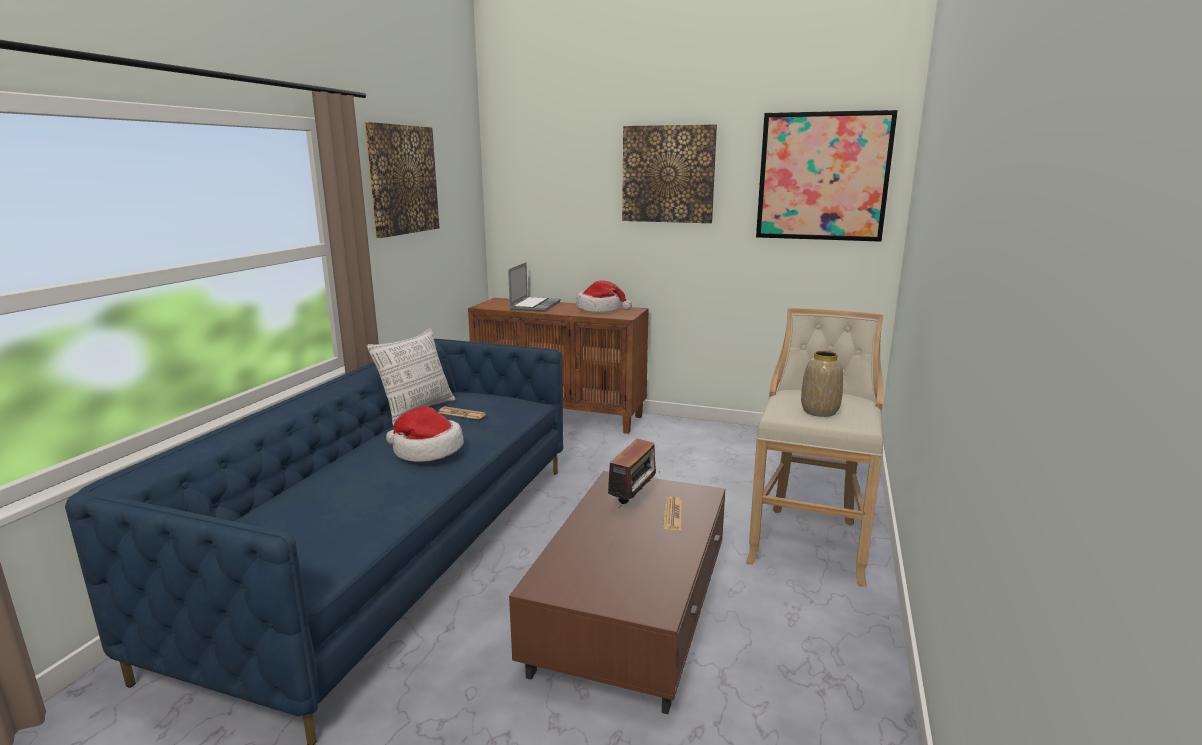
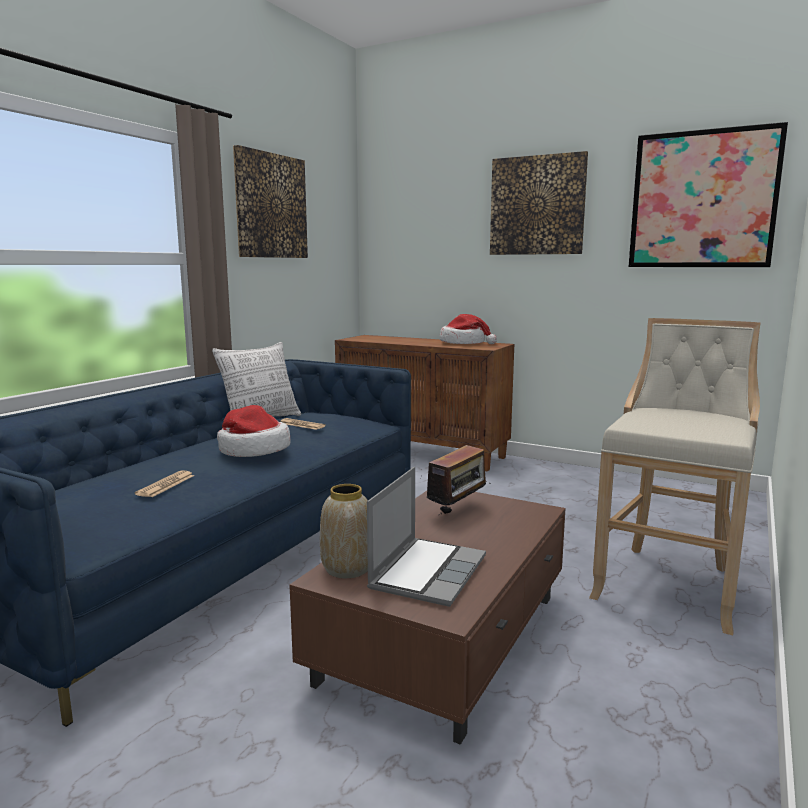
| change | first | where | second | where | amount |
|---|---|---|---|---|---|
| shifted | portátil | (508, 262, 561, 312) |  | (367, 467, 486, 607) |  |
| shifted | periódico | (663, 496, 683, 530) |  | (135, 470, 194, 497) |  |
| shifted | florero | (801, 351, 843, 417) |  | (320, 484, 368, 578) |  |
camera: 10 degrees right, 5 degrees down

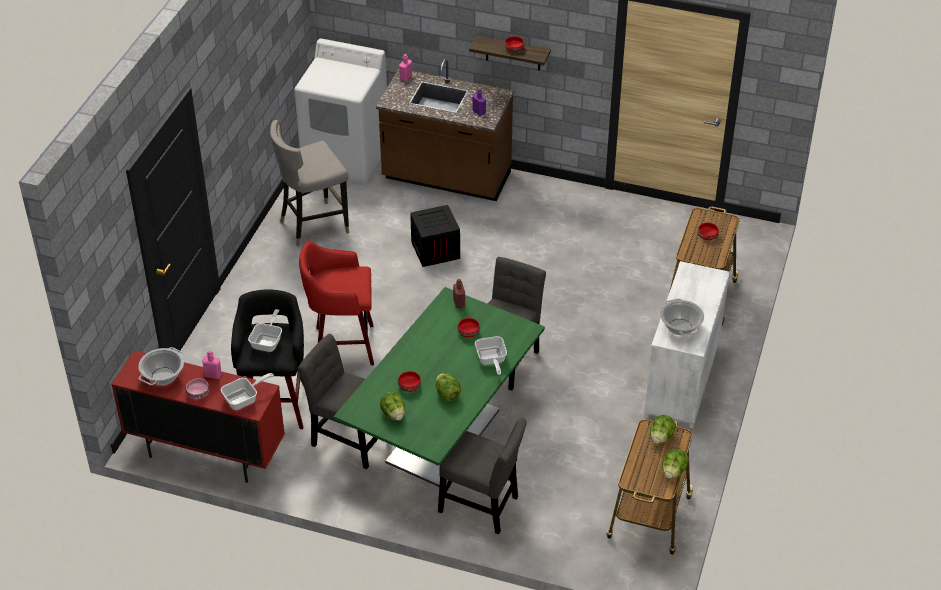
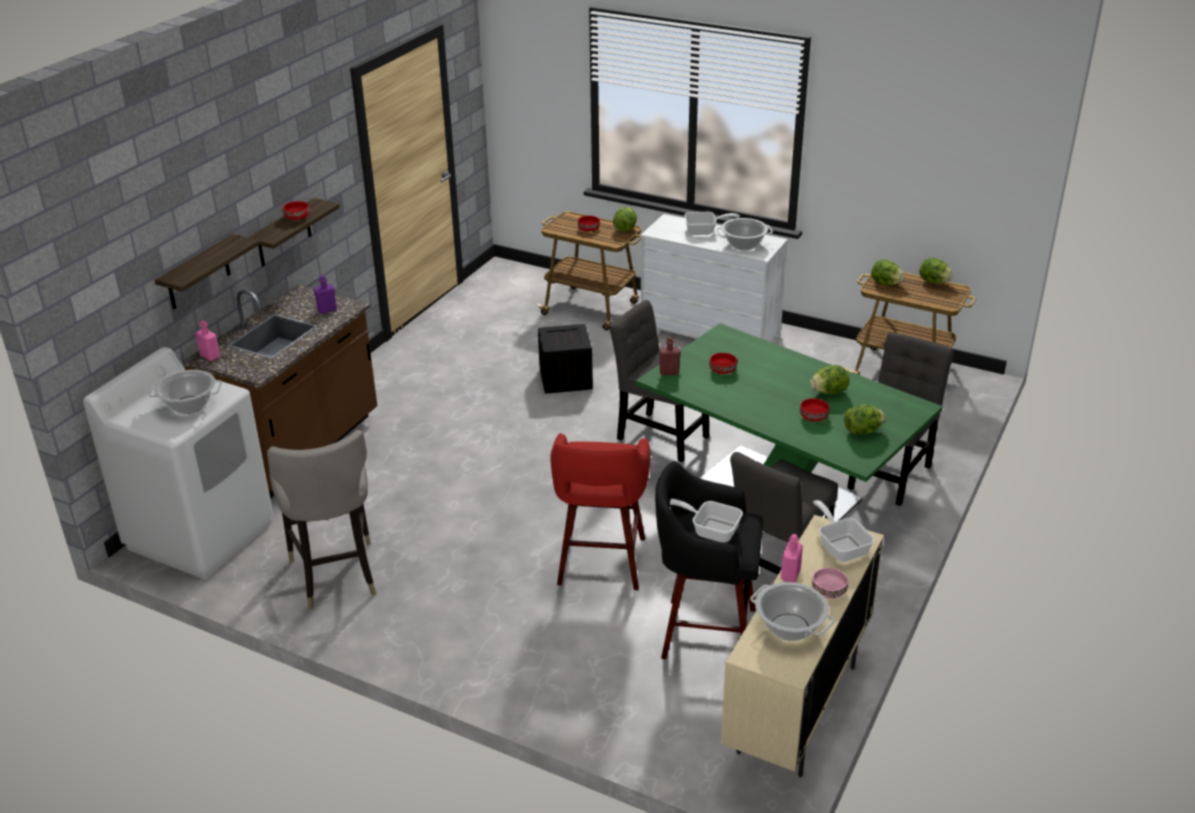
| change | first | where | second | where | amount |
|---|---|---|---|---|---|
| repainted | armario [rojo] | (111, 350, 285, 483) | armario [beis] | (721, 515, 884, 778) |  |
| shifted | caja de embalaje | (410, 205, 460, 267) |  | (538, 324, 593, 394) |  |
| shifted | sartén | (475, 336, 507, 375) |  | (685, 212, 740, 235) |  |
| new |  |  | olla | (148, 370, 222, 414) |  |
| new |  |  | estante | (154, 234, 260, 309) |  |
| new |  |  | lechuga | (613, 207, 637, 232) |  |
camera: 80 degrees left, 10 degrees down

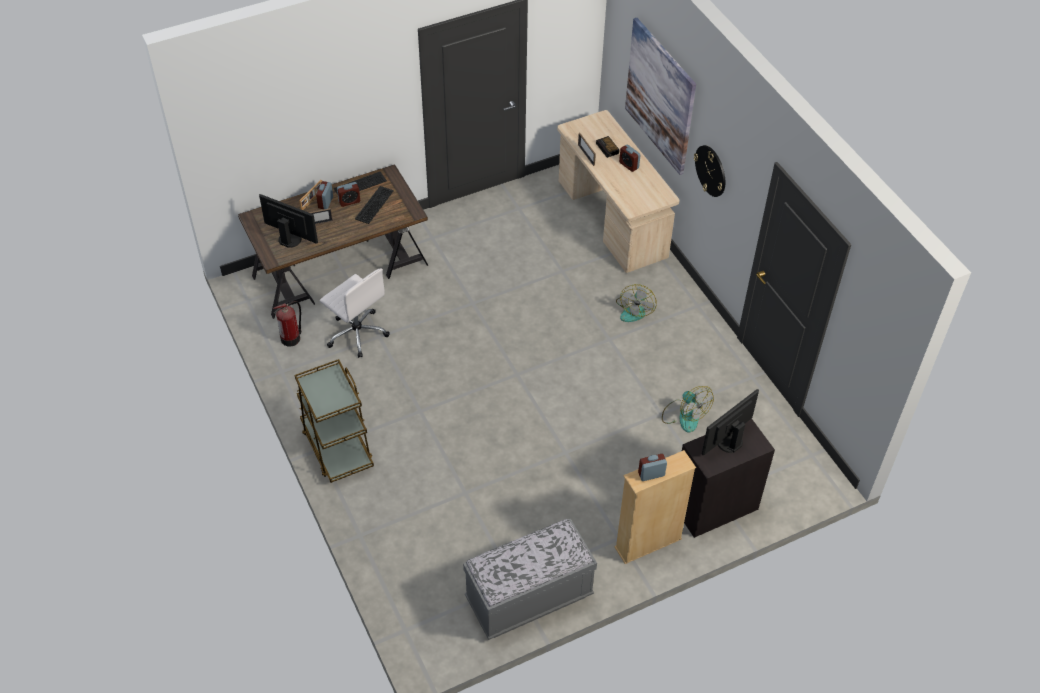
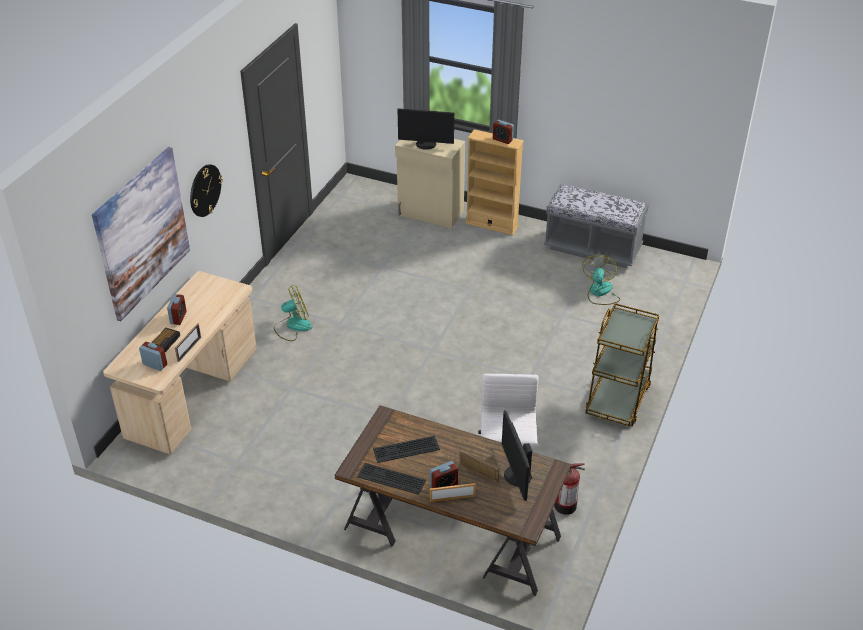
| change | first | where | second | where | amount |
|---|---|---|---|---|---|
| shifted | despertador | (337, 182, 360, 207) |  | (139, 342, 167, 371) |  |
| shifted | ventilador | (662, 386, 714, 433) |  | (582, 254, 620, 305) |  |
| repainted | armario [negro] | (682, 418, 775, 538) | armario [beis] | (395, 139, 465, 228) |  |
camera: 130 degrees left, 10 degrees down

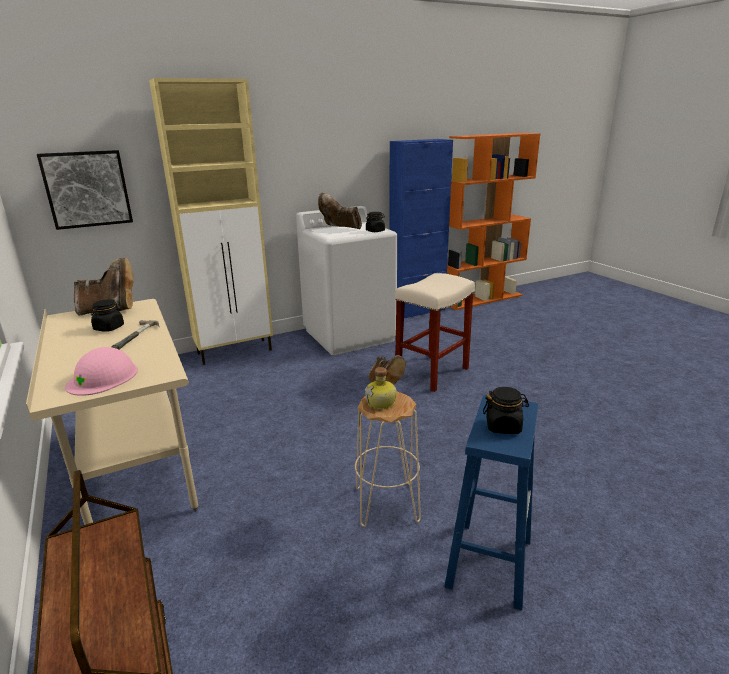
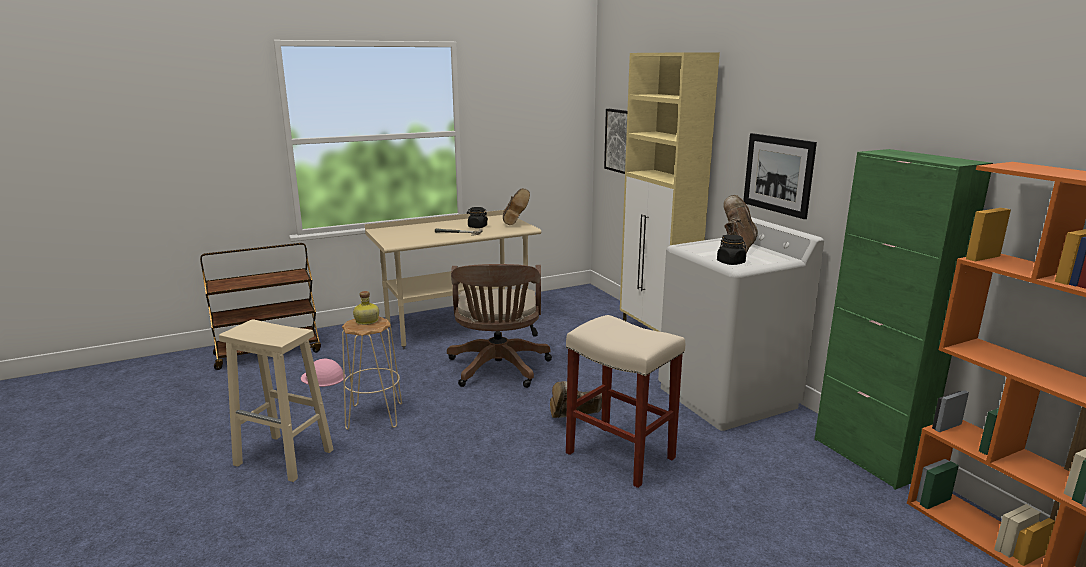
| change | first | where | second | where | amount |
|---|---|---|---|---|---|
| shifted | casco [rosa] | (65, 347, 138, 396) |  | (301, 359, 346, 387) |  |
| repainted | armario [azul] | (390, 139, 453, 318) | armario [verde] | (814, 149, 993, 490) |  |
| repainted | taburete [azul] | (444, 395, 539, 611) | taburete [beis] | (219, 320, 334, 482) |  |
| gone | tarro [negro] | (483, 387, 529, 434) |  |  |  |
| new |  |  | silla de oficina [marrón] | (447, 264, 552, 388) |  |
| new |  |  | cuadro | (743, 133, 817, 219) |  |
camera: 90 degrees right, 5 degrees down

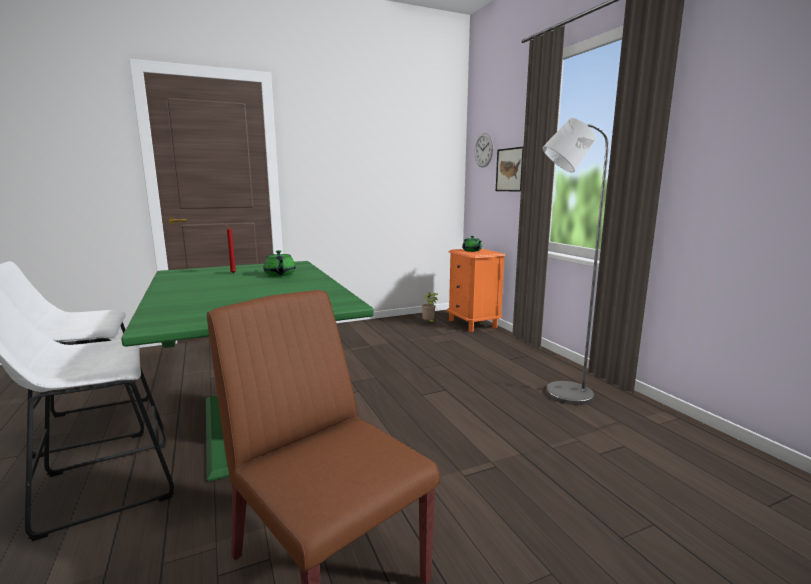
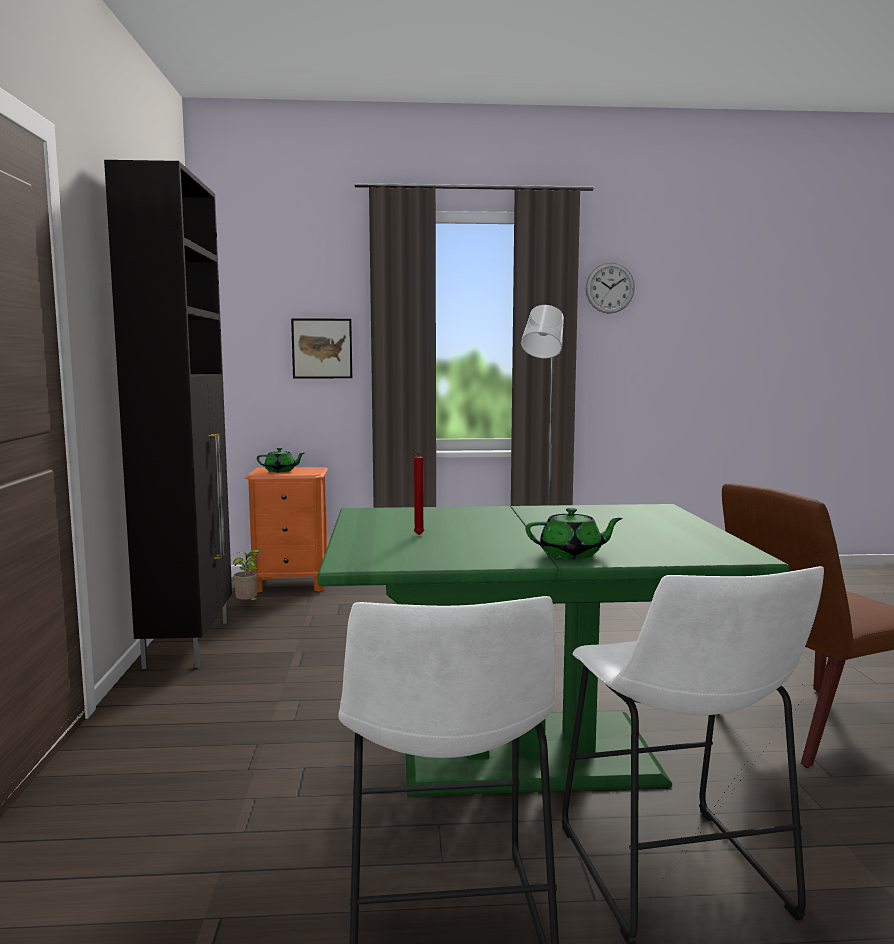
| change | first | where | second | where | amount |
|---|---|---|---|---|---|
| shifted | tetera [verde] | (263, 250, 296, 276) |  | (526, 508, 623, 559) |  |
| shifted | reloj de pared | (475, 133, 494, 167) |  | (586, 263, 635, 314) |  |
| new |  |  | armario [negro] | (104, 160, 232, 669) |  |
camera: 70 degrees left, 5 degrees down

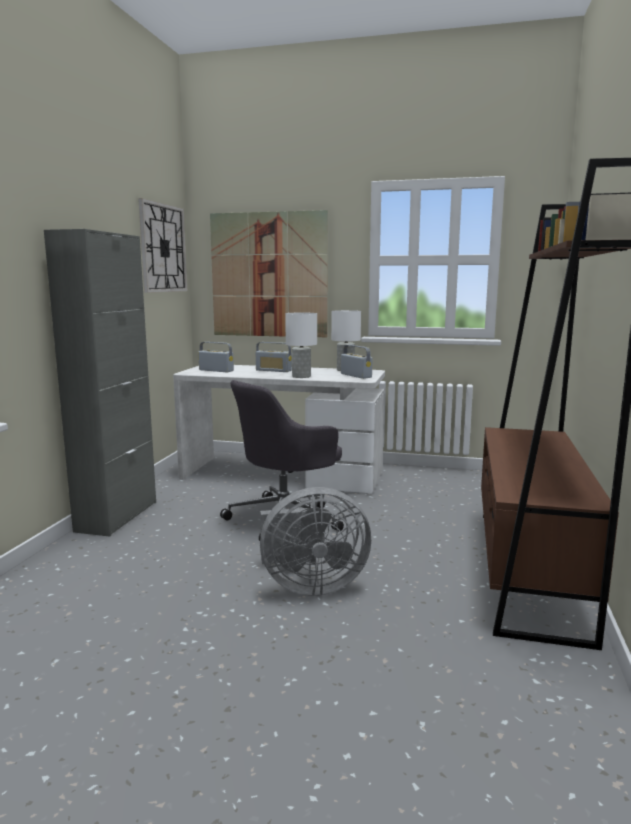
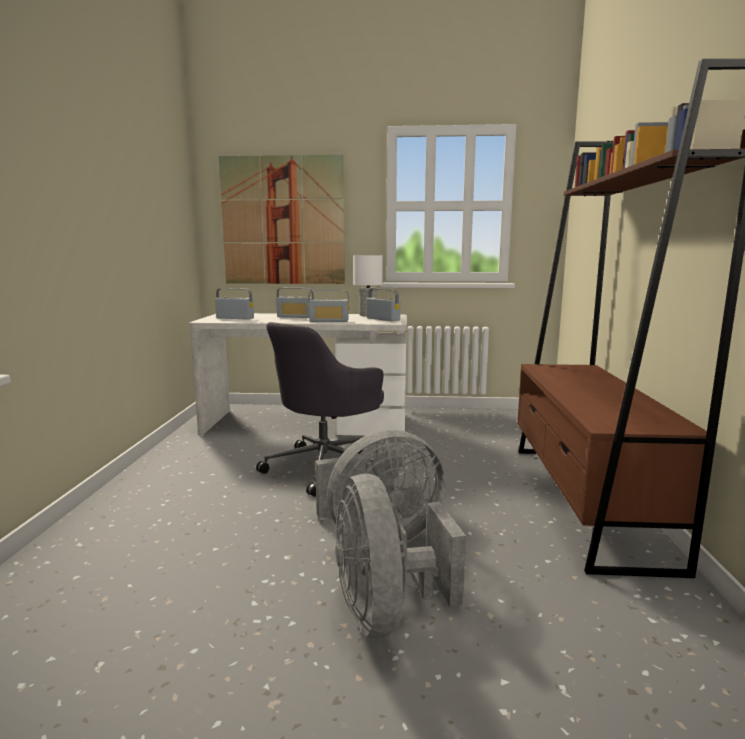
| change | first | where | second | where | amount |
|---|---|---|---|---|---|
| gone | armario [gris] | (44, 229, 156, 537) |  |  |  |
| gone | reloj de pared | (138, 198, 187, 293) |  |  |  |
| swapped | lámpara de mesa [blanco] | (285, 313, 317, 378) | radio | (308, 290, 349, 322) |  |
| new |  |  | ventilador [gris] | (335, 474, 466, 638) |  |
camera: 10 degrees left, 0 degrees up

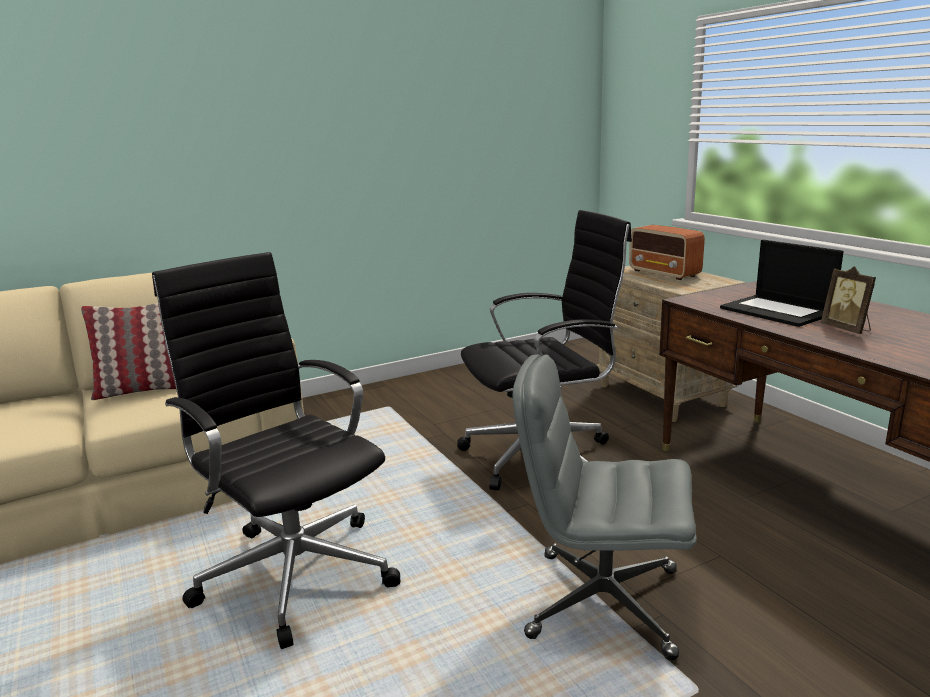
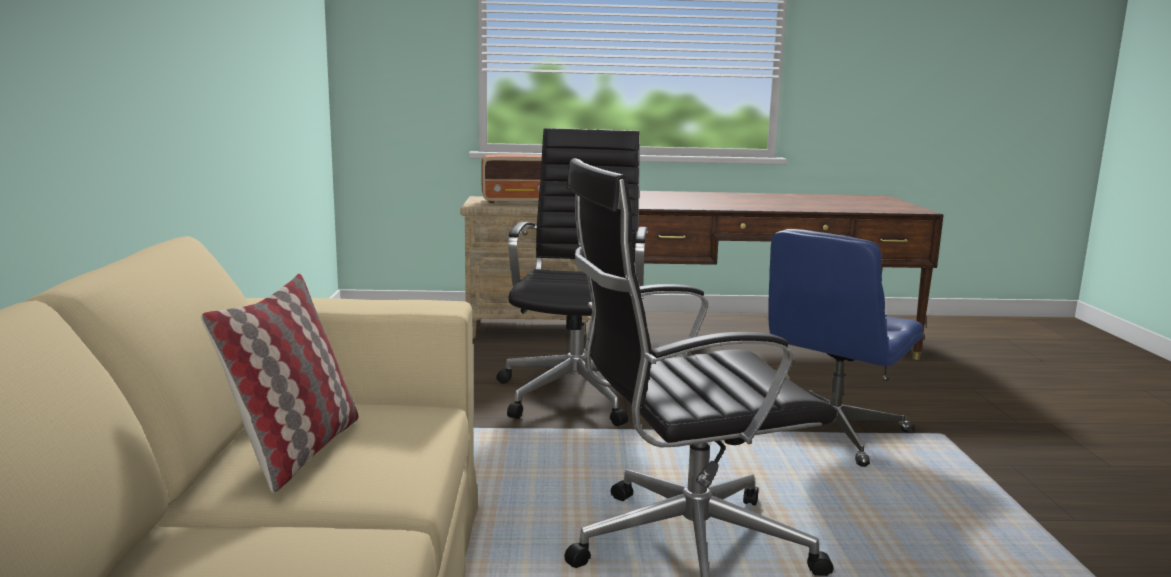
| change | first | where | second | where | amount |
|---|---|---|---|---|---|
| repainted | silla de oficina [gris] | (513, 354, 697, 660) | silla de oficina [azul] | (768, 229, 923, 467) |  |
| gone | portátil | (720, 240, 844, 327) |  |  |  |
| gone | portarretratos | (821, 266, 876, 334) |  |  |  |
camera: 65 degrees left, 5 degrees down

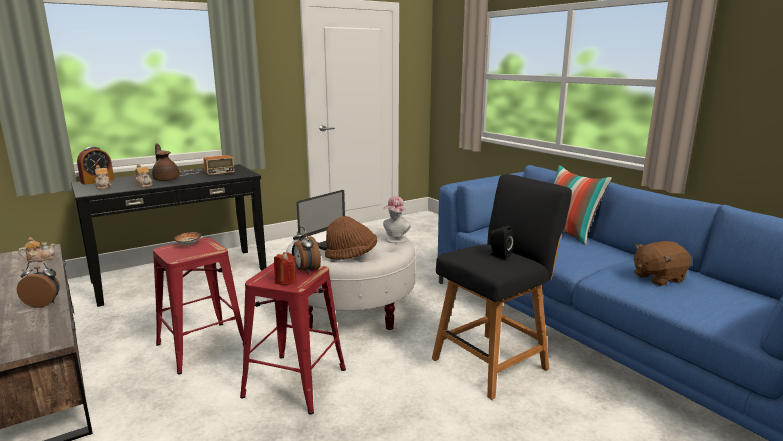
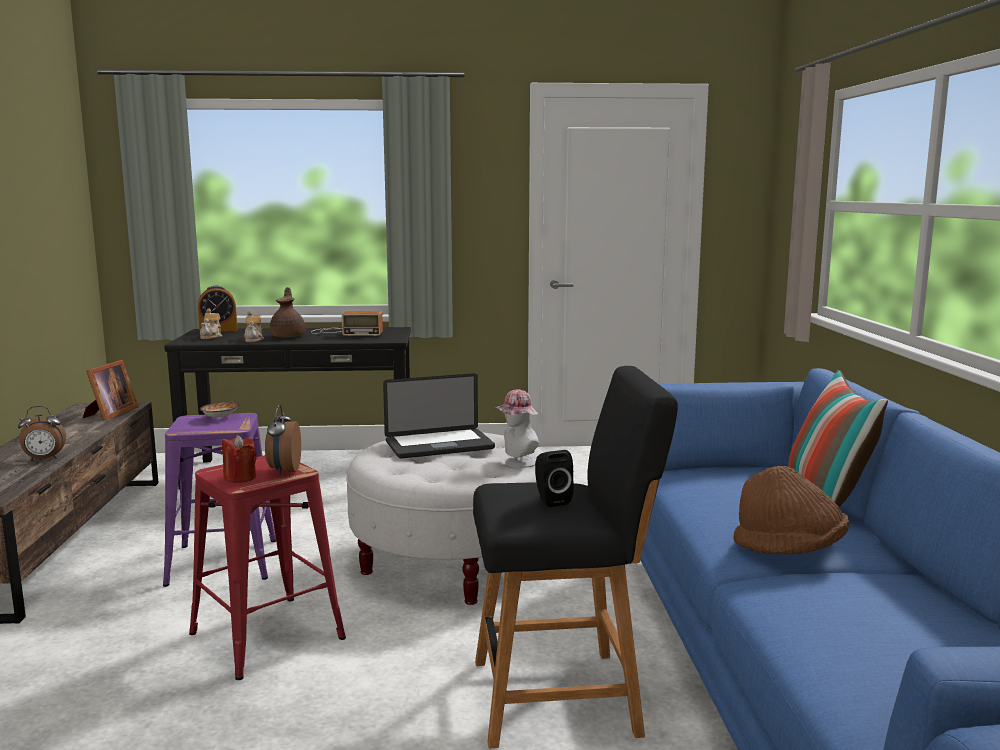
| change | first | where | second | where | amount |
|---|---|---|---|---|---|
| rotated | despertador | (17, 260, 60, 308) |  | (18, 406, 66, 461) | 135 degrees clockwise |
| swapped | tetera | (18, 237, 55, 262) | portarretratos | (83, 360, 139, 421) |  |
| repainted | taburete [rojo] | (153, 238, 244, 375) | taburete [morado] | (163, 413, 276, 587) |  |
| shifted | sombrero [marrón] | (325, 216, 377, 260) |  | (733, 466, 849, 555) |  |
| gone | peluche [marrón] | (634, 241, 691, 286) |  |  |  |
camera: 30 degrees right, 5 degrees down

